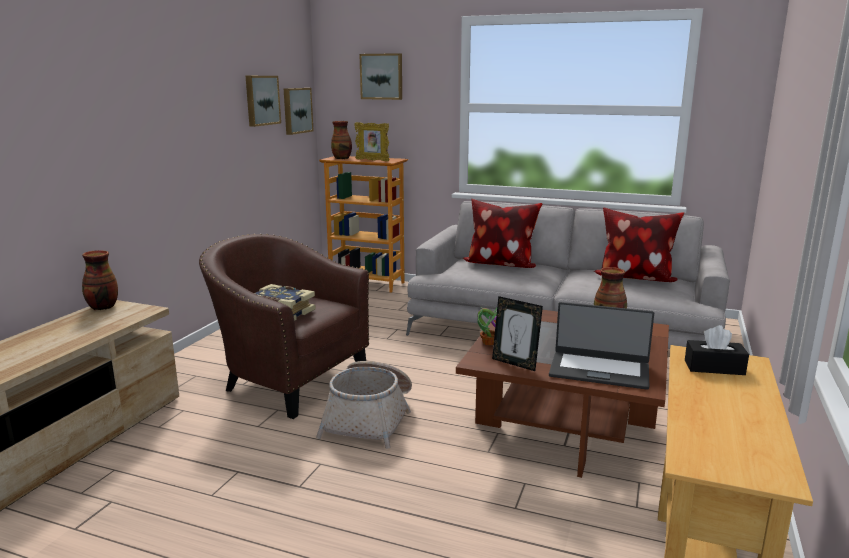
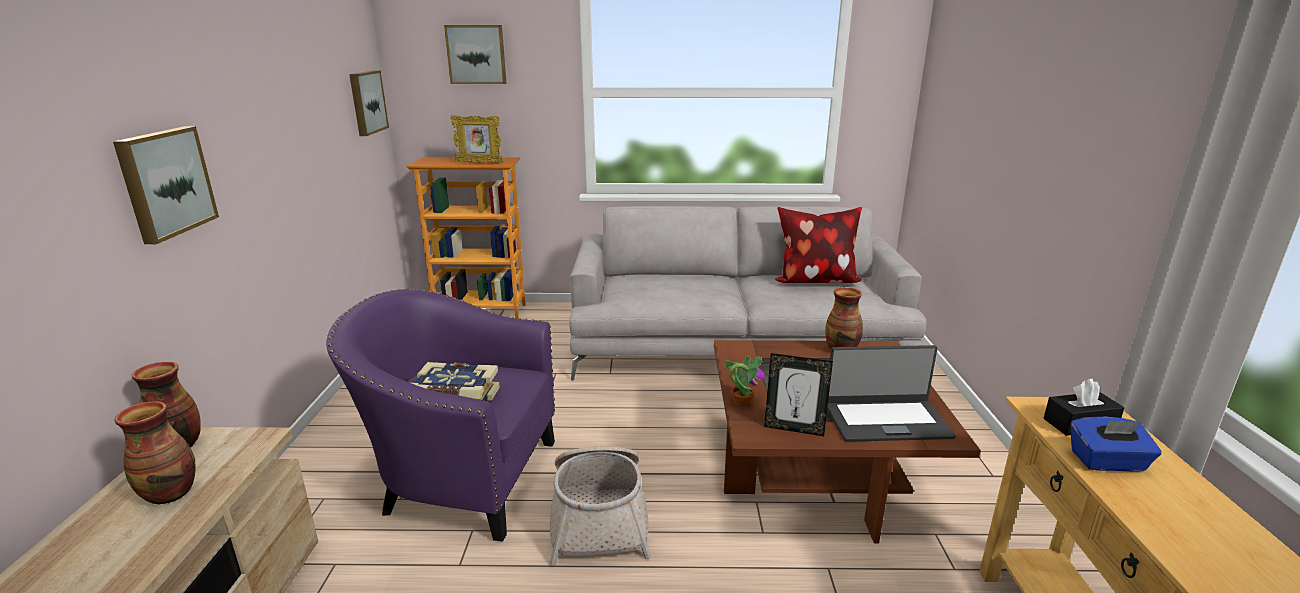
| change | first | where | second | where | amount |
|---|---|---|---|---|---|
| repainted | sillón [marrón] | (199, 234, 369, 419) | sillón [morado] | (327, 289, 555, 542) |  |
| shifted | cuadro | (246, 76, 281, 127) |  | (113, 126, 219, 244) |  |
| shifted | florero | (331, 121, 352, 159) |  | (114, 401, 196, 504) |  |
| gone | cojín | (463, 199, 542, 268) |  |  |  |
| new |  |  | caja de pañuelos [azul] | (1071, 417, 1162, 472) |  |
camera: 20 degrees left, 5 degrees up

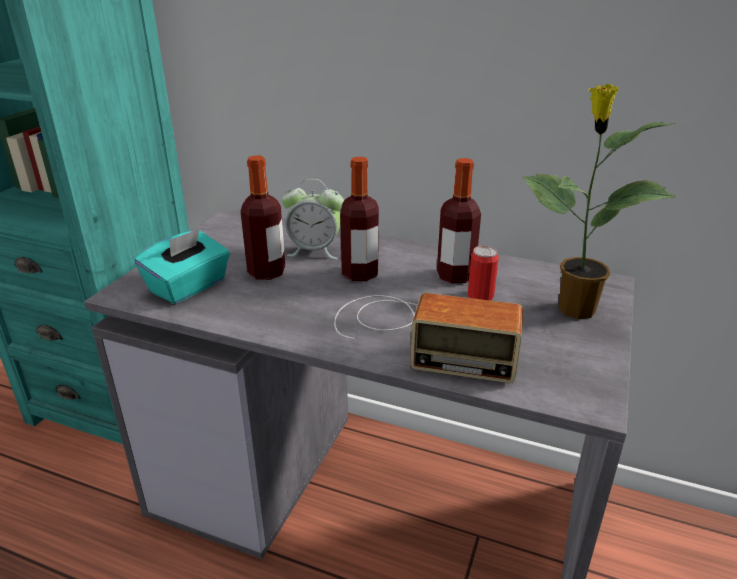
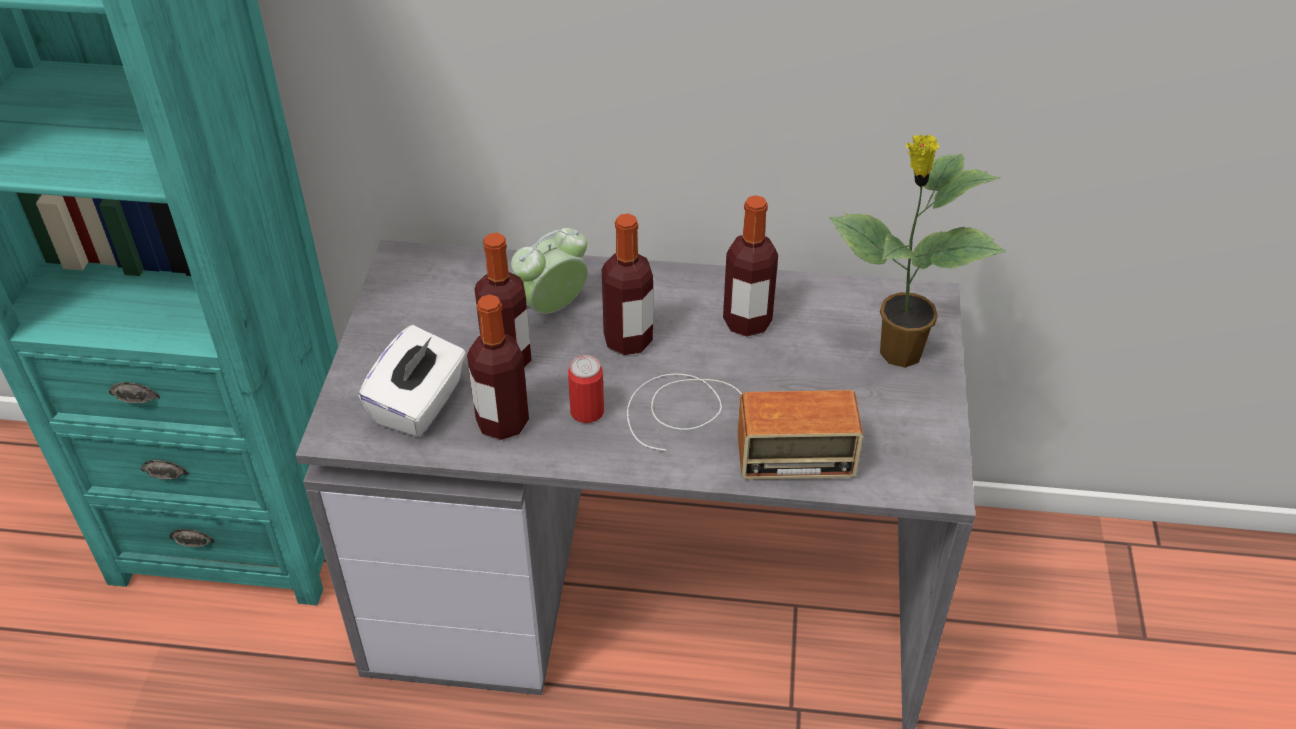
| change | first | where | second | where | amount |
|---|---|---|---|---|---|
| repainted | caja de pañuelos [turquesa] | (135, 228, 230, 304) | caja de pañuelos [blanco] | (359, 325, 466, 437) |  |
| rotated | despertador | (282, 179, 344, 259) |  | (511, 228, 588, 314) | 150 degrees clockwise |
| shifted | lata | (467, 246, 498, 301) |  | (568, 355, 604, 423) |  |
| new |  |  | botella | (467, 294, 529, 440) |  |
camera: 15 degrees left, 15 degrees up

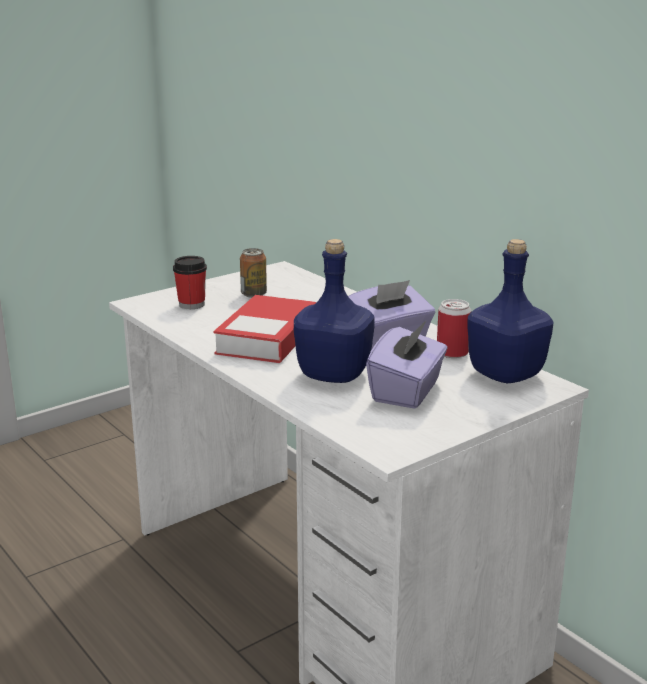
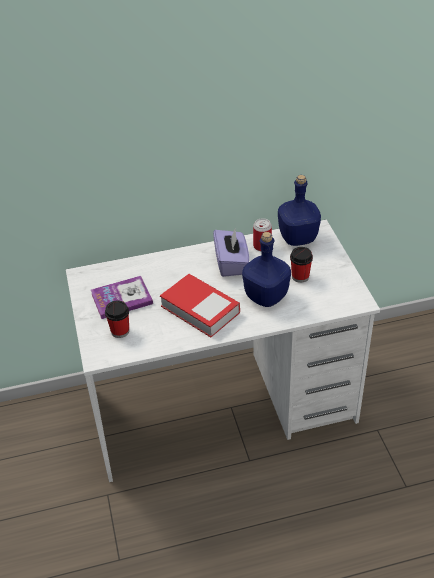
| change | first | where | second | where | amount |
|---|---|---|---|---|---|
| swapped | lata | (240, 248, 267, 298) | libro | (91, 276, 153, 319) |  |
| swapped | caja de pañuelos [morado] | (366, 321, 447, 409) | taza | (290, 247, 313, 283) |  |
camera: 65 degrees left, 20 degrees up

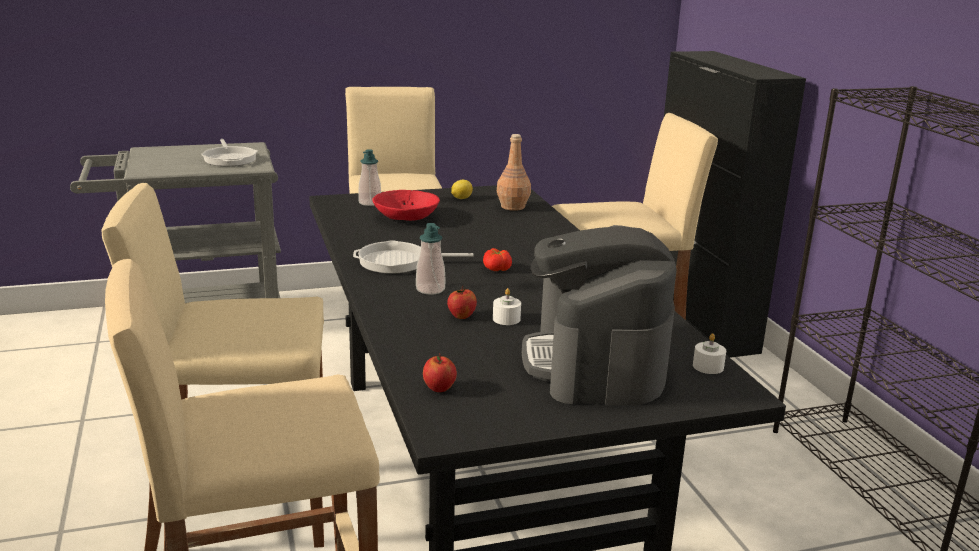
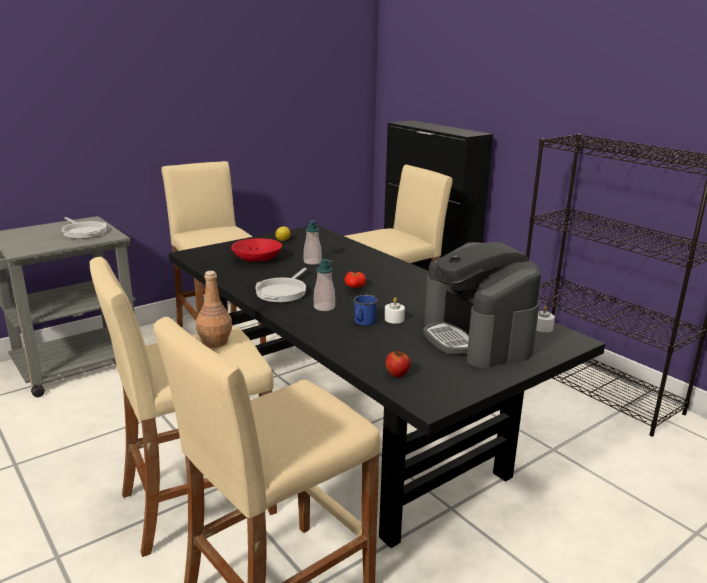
| change | first | where | second | where | amount |
|---|---|---|---|---|---|
| rotated | sartén | (353, 240, 473, 274) |  | (255, 268, 307, 302) | 45 degrees counterclockwise |
| shifted | dispensador de jabón | (358, 149, 381, 206) |  | (304, 220, 322, 265) |  |
| swapped | manzana | (447, 285, 477, 319) | taza grande [azul] | (354, 295, 378, 326) |  |
| shifted | botella [marrón] | (497, 134, 531, 211) |  | (196, 271, 232, 348) |  |
camera: 20 degrees left, 0 degrees up

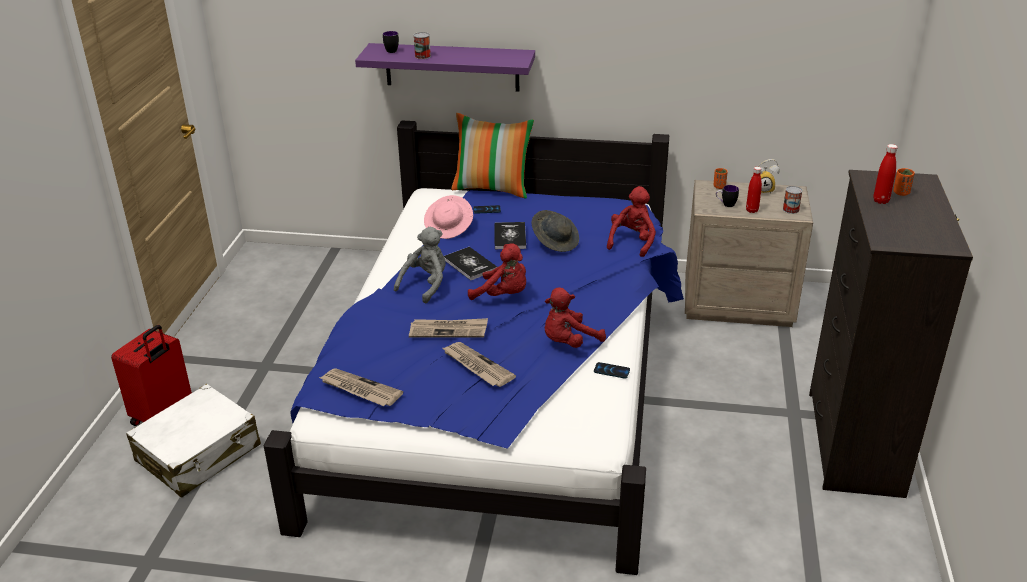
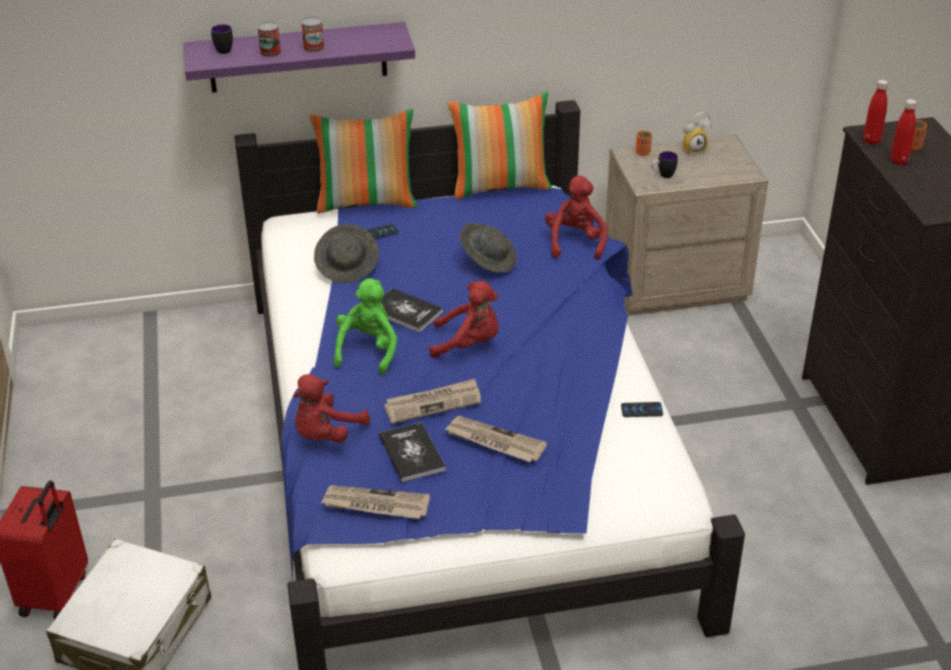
| change | first | where | second | where | amount |
|---|---|---|---|---|---|
| repainted | peluche [gris] | (394, 227, 446, 304) | peluche [verde] | (334, 278, 397, 375) |  |
| repainted | sombrero [rosa] | (424, 195, 473, 239) | sombrero [gris] | (314, 224, 379, 283) |  |
| shifted | libro | (494, 222, 526, 249) |  | (379, 422, 446, 482) |  |
| shifted | peluche [rojo] | (545, 288, 606, 348) |  | (293, 374, 370, 443) |  |
| shifted | botella [rojo] | (746, 167, 762, 213) |  | (863, 80, 888, 144) |  |
| shifted | lata | (783, 186, 803, 214) |  | (301, 16, 324, 53) |  |
| new |  |  | cojín | (447, 92, 552, 200) |  |
camera: 20 degrees left, 5 degrees up

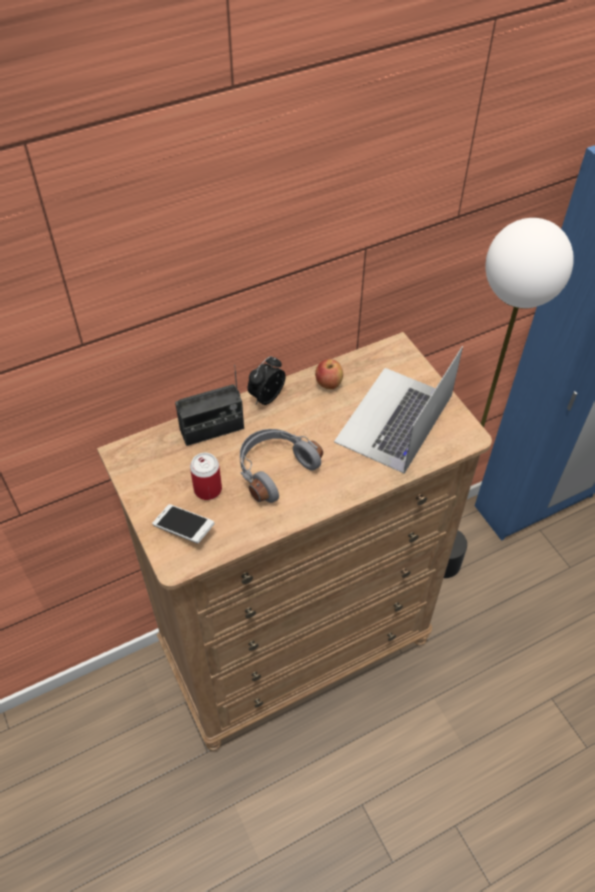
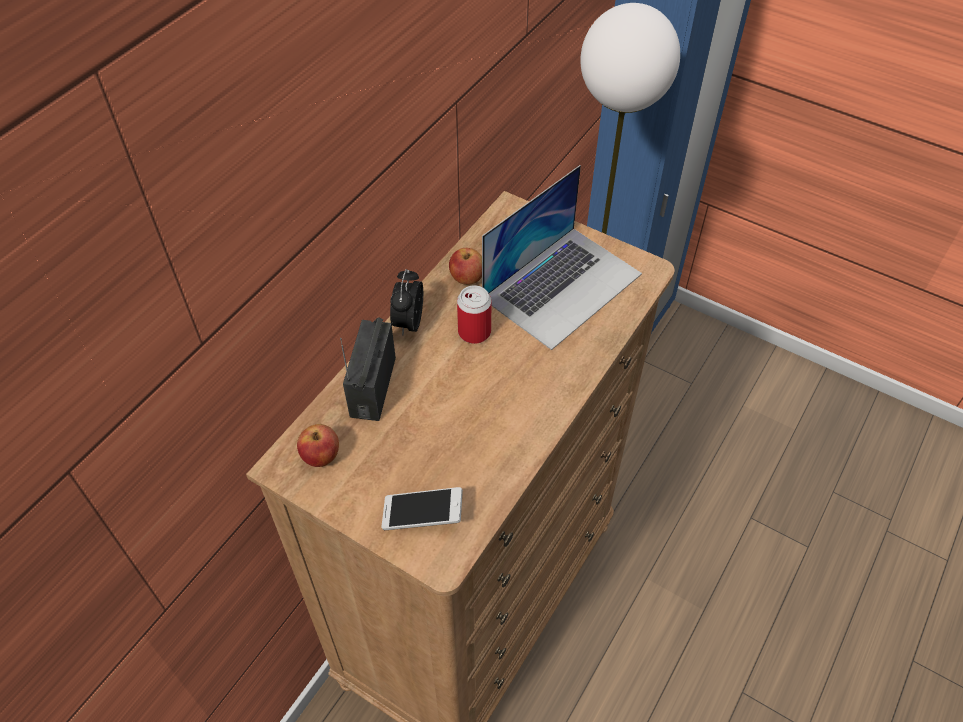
| change | first | where | second | where | amount |
|---|---|---|---|---|---|
| rotated | radio | (175, 365, 244, 446) |  | (340, 317, 396, 421) | 150 degrees clockwise |
| shifted | lata | (190, 453, 222, 500) |  | (457, 285, 492, 344) |  |
| gone | auriculares [gris] | (240, 429, 323, 503) |  |  |  |
| rotated | portátil | (334, 346, 463, 474) |  | (482, 165, 642, 350) | 135 degrees counterclockwise |
| new |  |  | manzana | (297, 424, 339, 467) |  |
camera: 30 degrees left, 0 degrees up

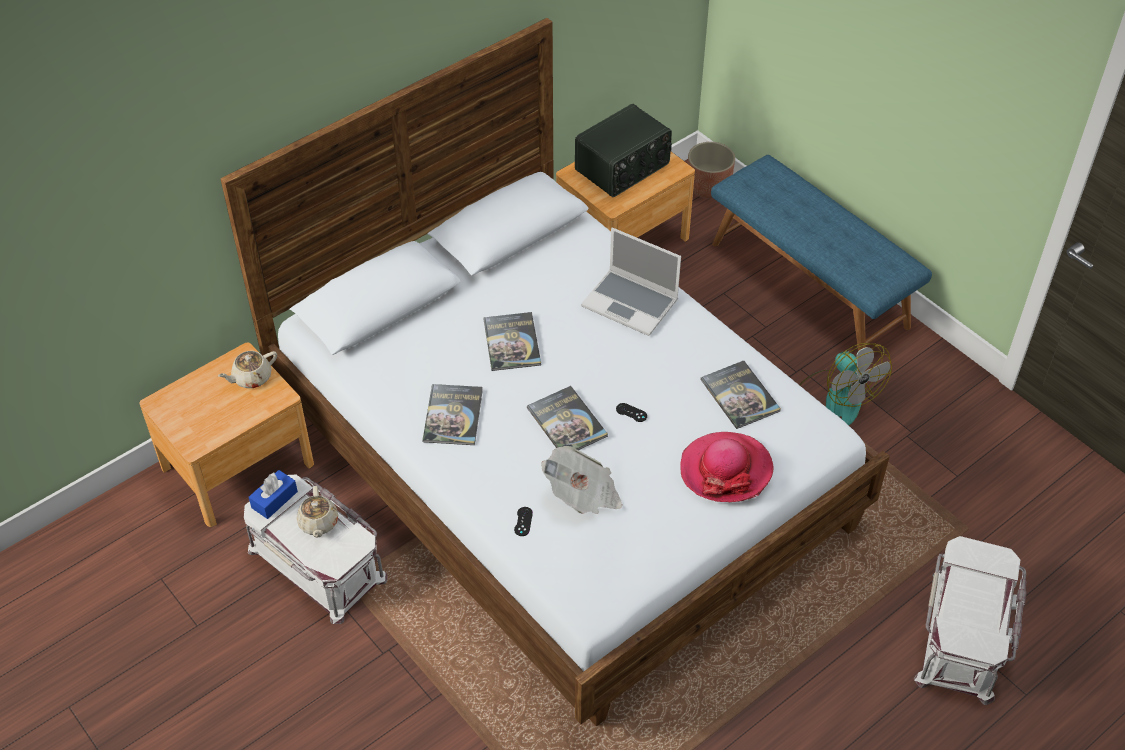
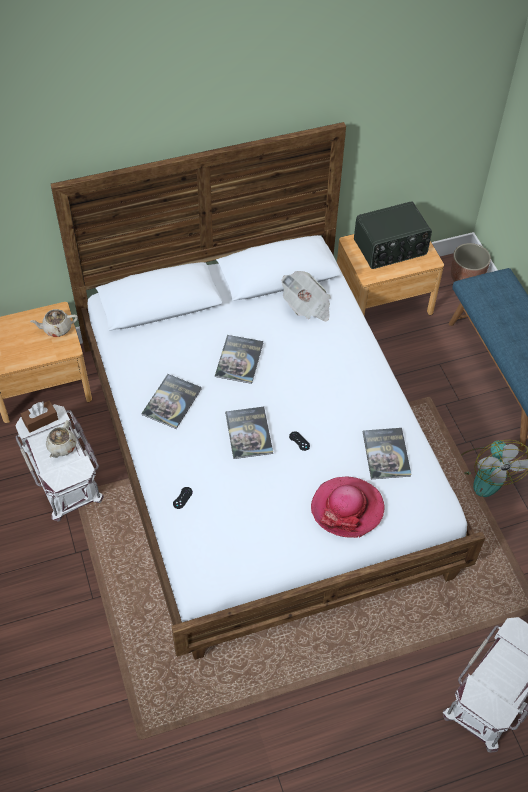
| change | first | where | second | where | amount |
|---|---|---|---|---|---|
| repainted | caja de pañuelos [azul] | (249, 470, 298, 519) | caja de pañuelos [marrón] | (21, 400, 58, 433) |  |
| shifted | periódico | (541, 446, 623, 514) |  | (282, 271, 331, 321) |  |
| gone | portátil | (581, 227, 681, 336) |  |  |  |
camera: 20 degrees right, 5 degrees up

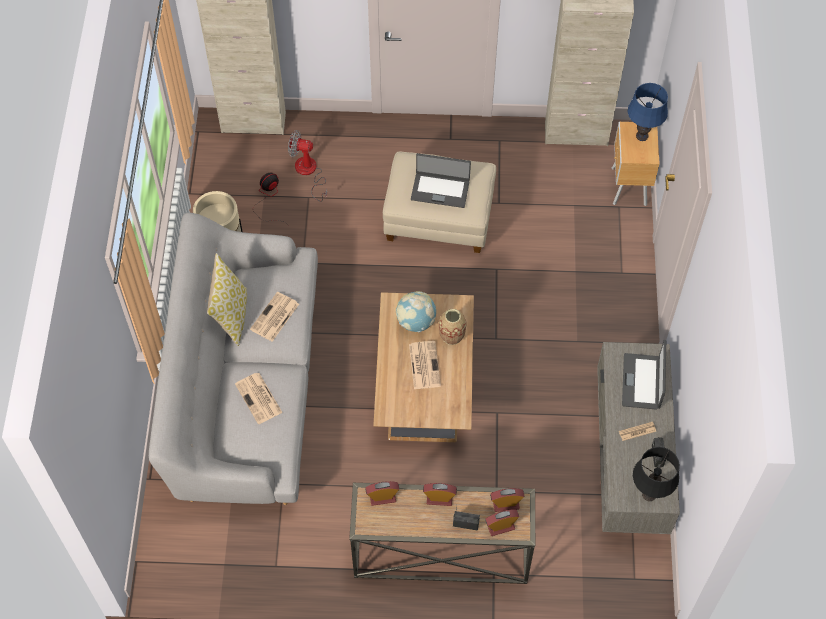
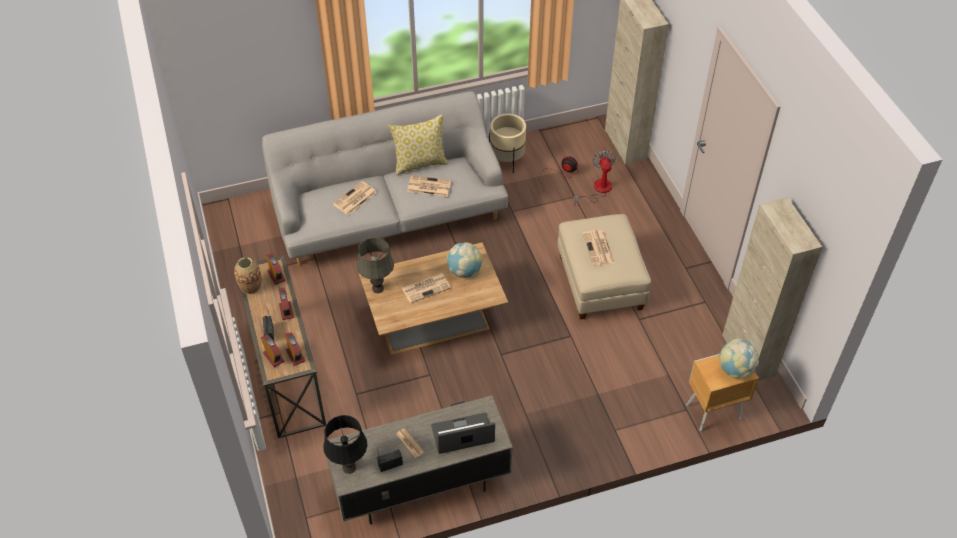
| change | first | where | second | where | amount |
|---|---|---|---|---|---|
| swapped | portátil | (411, 153, 471, 208) | periódico | (583, 230, 615, 266) |  |
| shifted | florero | (439, 309, 467, 345) |  | (234, 257, 262, 294) |  |
| swapped | lámpara de mesa [azul] | (628, 83, 668, 141) | globo terráqueo | (719, 339, 759, 378) |  |
| new |  |  | lámpara de mesa [gris] | (357, 238, 394, 293) |  |
camera: 70 degrees right, 10 degrees down

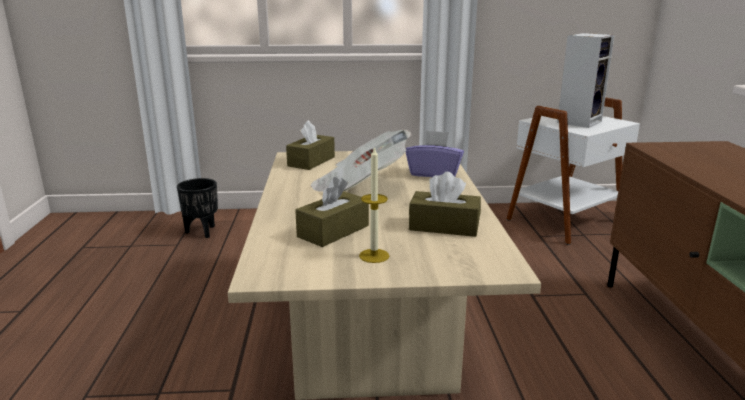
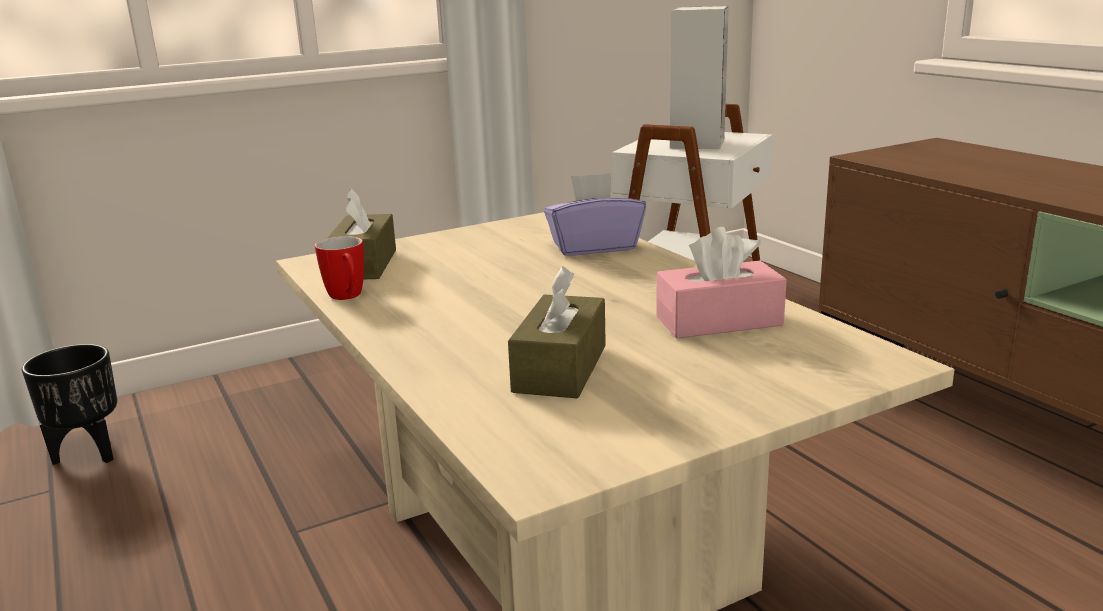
| change | first | where | second | where | amount |
|---|---|---|---|---|---|
| gone | periódico | (311, 130, 412, 192) |  |  |  |
| gone | vela | (359, 146, 389, 263) |  |  |  |
| repainted | caja de pañuelos [marrón] | (409, 172, 481, 237) | caja de pañuelos [rosa] | (656, 227, 787, 338) |  |
| new |  |  | taza grande | (315, 236, 364, 300) |  |
camera: 25 degrees left, 0 degrees up

